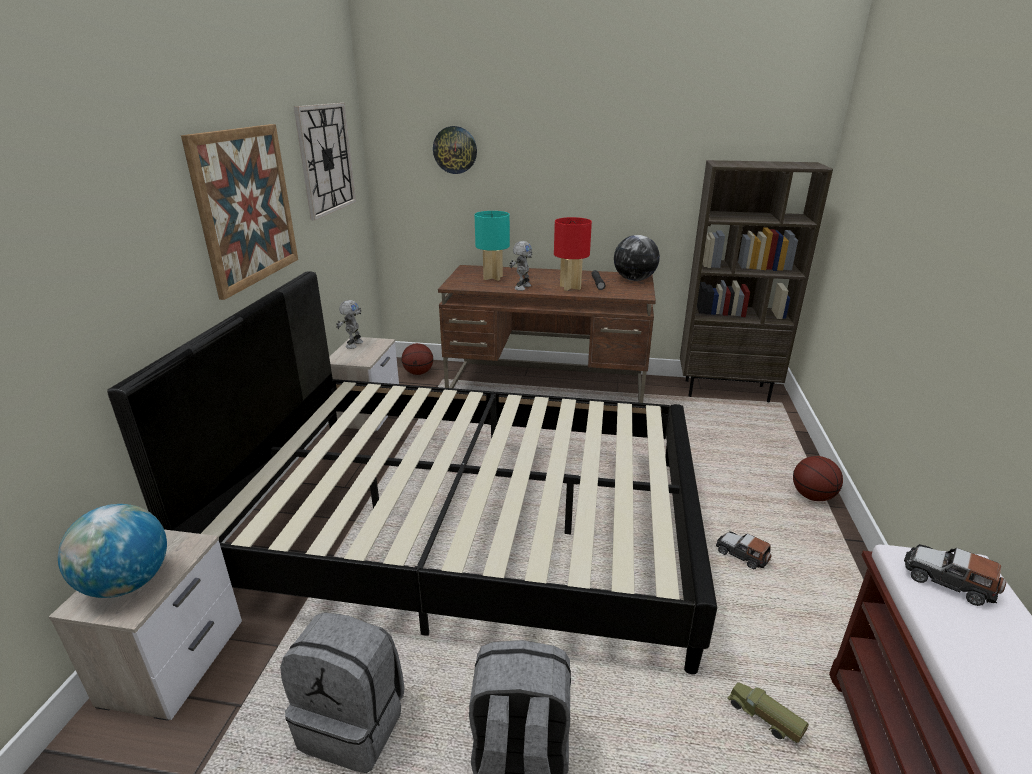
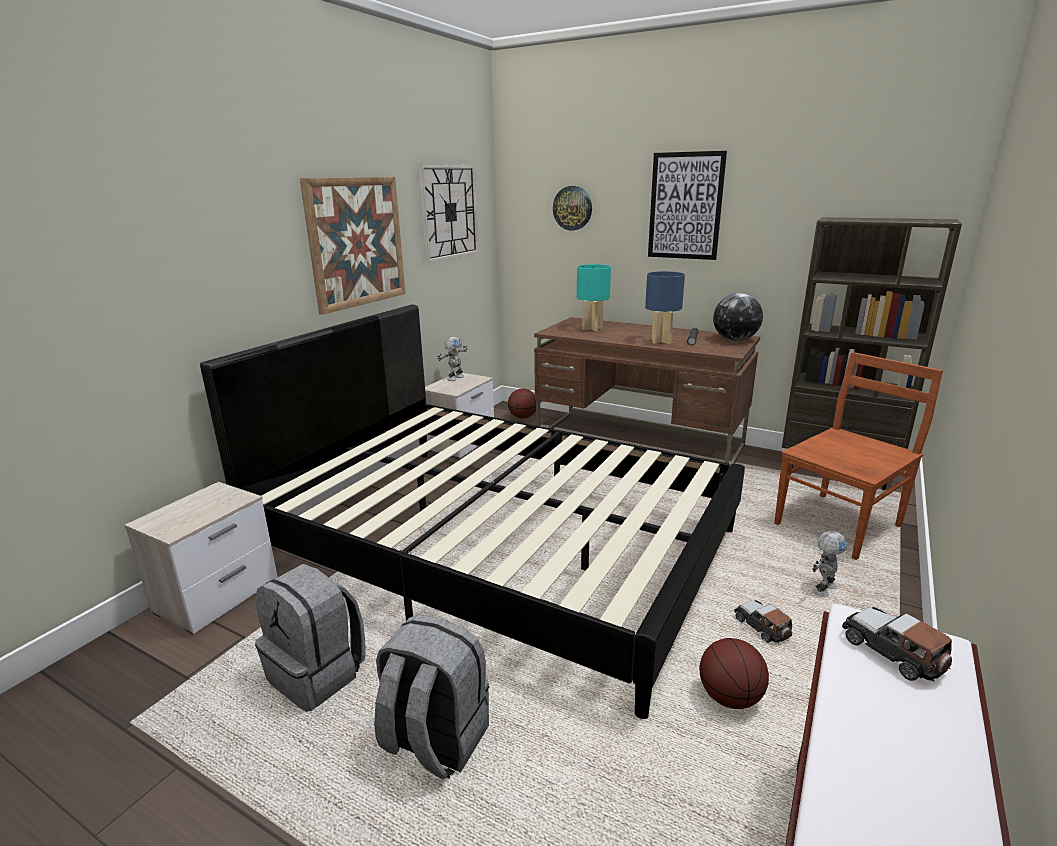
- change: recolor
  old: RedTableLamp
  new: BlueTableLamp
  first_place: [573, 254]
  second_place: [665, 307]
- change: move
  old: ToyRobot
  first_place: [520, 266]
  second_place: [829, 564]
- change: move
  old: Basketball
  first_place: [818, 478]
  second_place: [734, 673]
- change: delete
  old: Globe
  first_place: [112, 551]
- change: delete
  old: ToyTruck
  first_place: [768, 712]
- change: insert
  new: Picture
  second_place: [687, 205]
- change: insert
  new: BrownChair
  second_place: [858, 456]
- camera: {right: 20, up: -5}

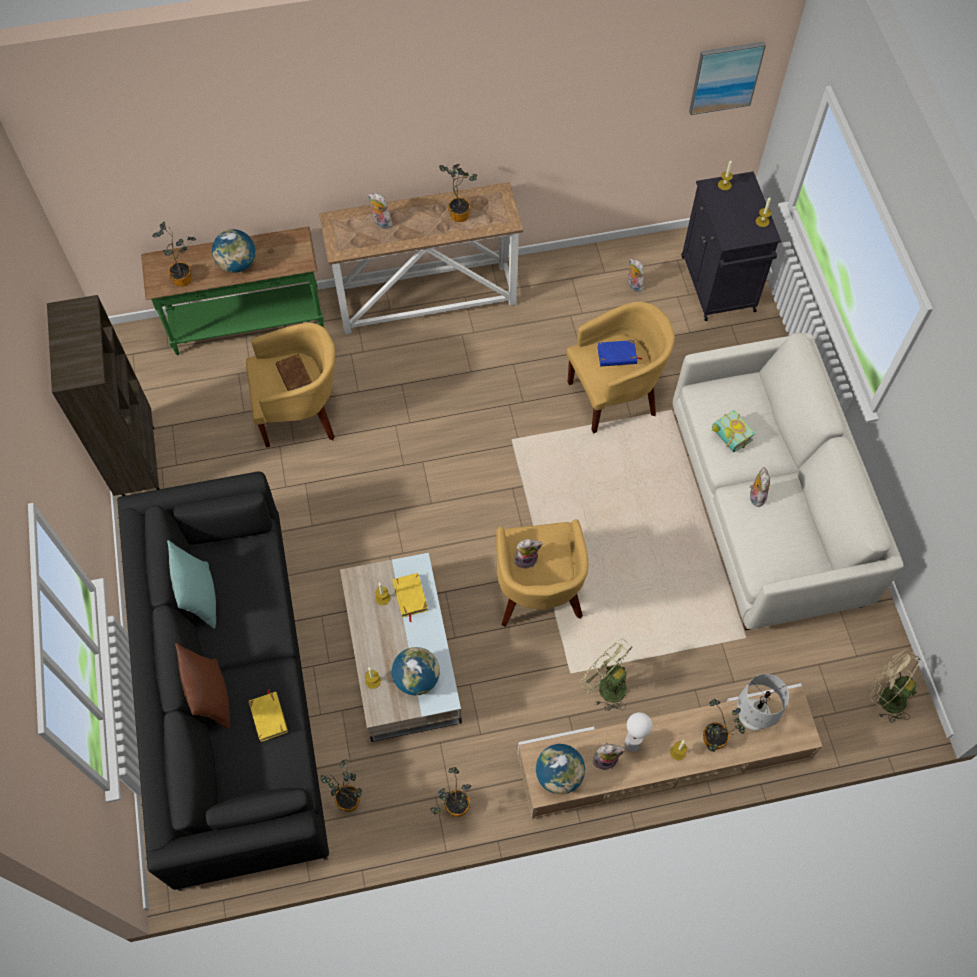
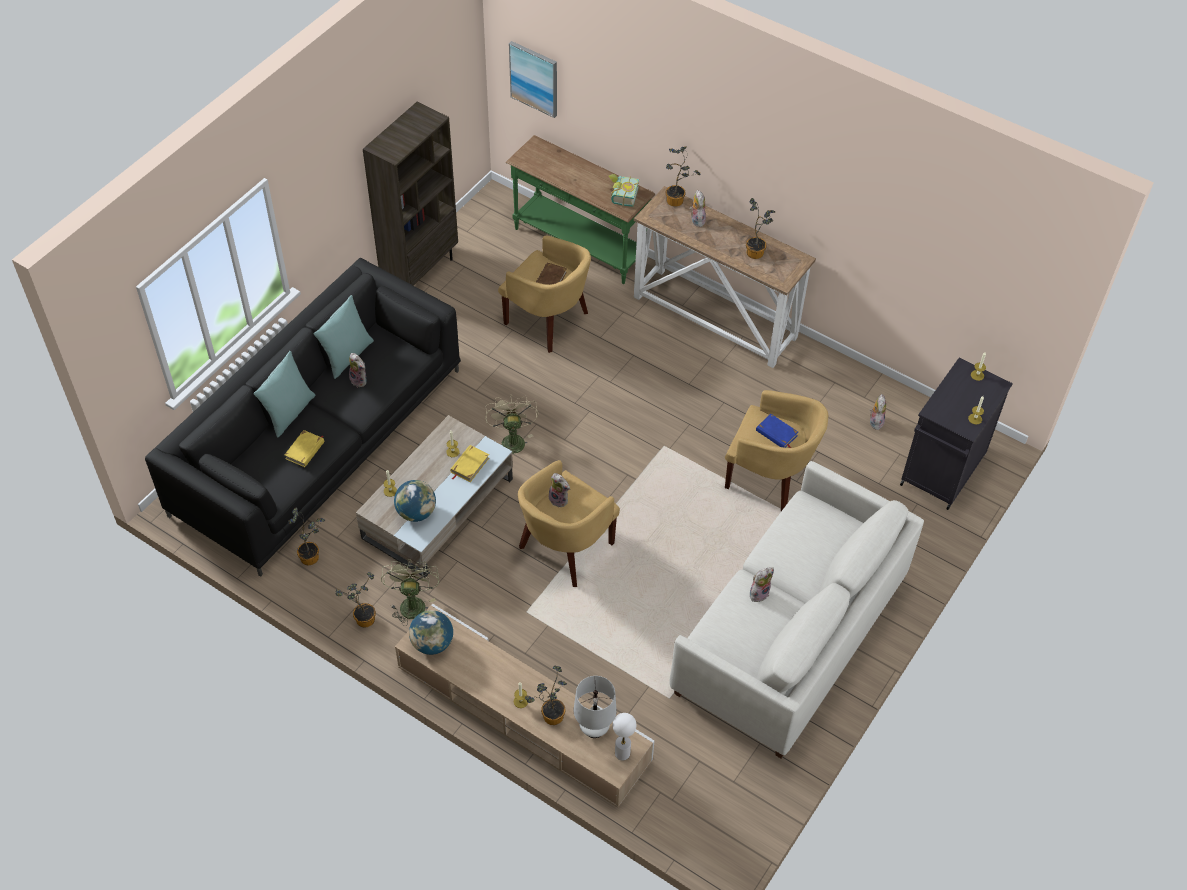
- change: move
  old: Picture
  first_place: [727, 78]
  second_place: [533, 79]
- change: move
  old: PottedPlant
  first_place: [174, 254]
  second_place: [682, 176]
- change: delete
  old: Globe
  first_place: [234, 251]
- change: move
  old: Book
  first_place: [733, 431]
  second_place: [624, 190]
- change: move
  old: GreenFan
  first_place: [606, 675]
  second_place: [410, 592]
- change: recolor
  old: BrownPillow
  new: TurquoisePillow
  first_place: [202, 686]
  second_place: [284, 394]
- change: move
  old: BeigeFan
  first_place: [895, 686]
  second_place: [512, 425]
- change: move
  old: WhiteTableLamp
  first_place: [638, 732]
  second_place: [624, 736]
- change: move
  old: PlushToy
  first_place: [609, 756]
  second_place: [358, 370]
- camera: {right: 45, up: -10}

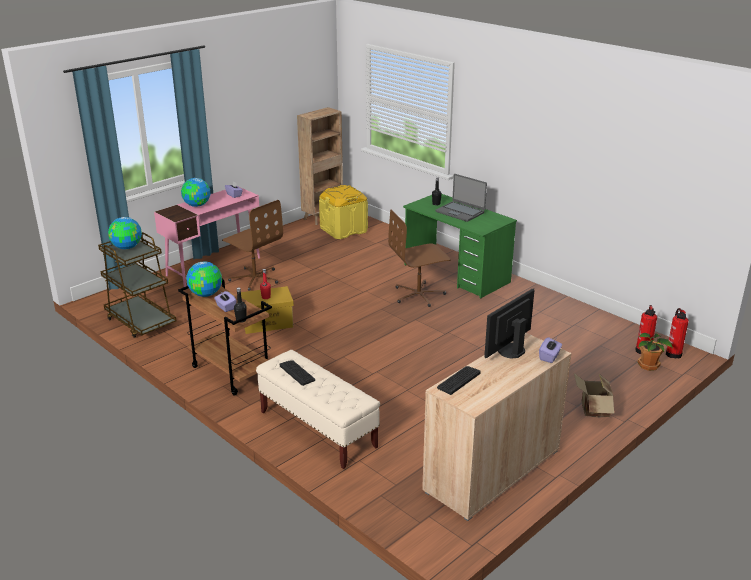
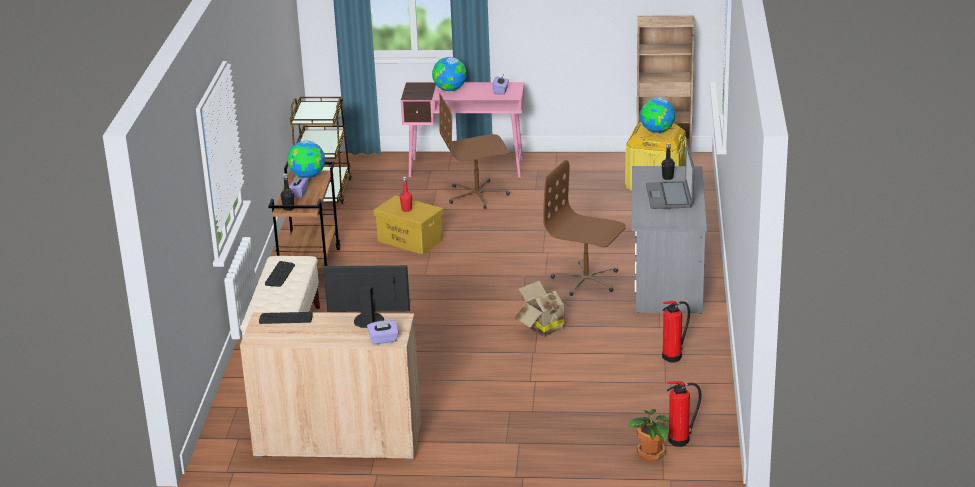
- change: recolor
  old: GreenDesk
  new: GreyDesk
  first_place: [460, 246]
  second_place: [669, 239]
- change: rotate
  old: BrownOfficeChair
  first_place: [252, 245]
  second_place: [474, 151]
  degrees: 75
- change: move
  old: Globe
  first_place: [125, 233]
  second_place: [657, 115]
- change: move
  old: FireExtinguisher
  first_place: [677, 333]
  second_place: [676, 331]
- change: move
  old: CardboardBox
  first_place: [594, 395]
  second_place: [544, 309]
- camera: {right: 50, up: 0}

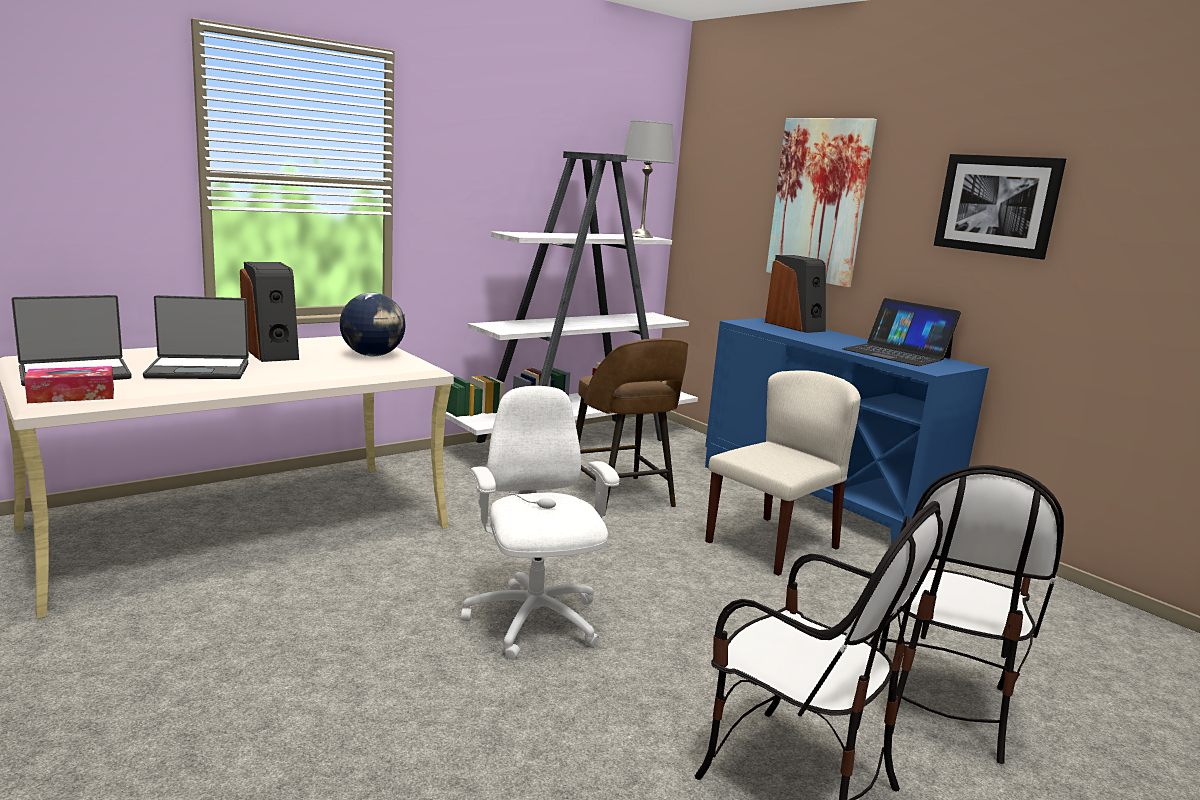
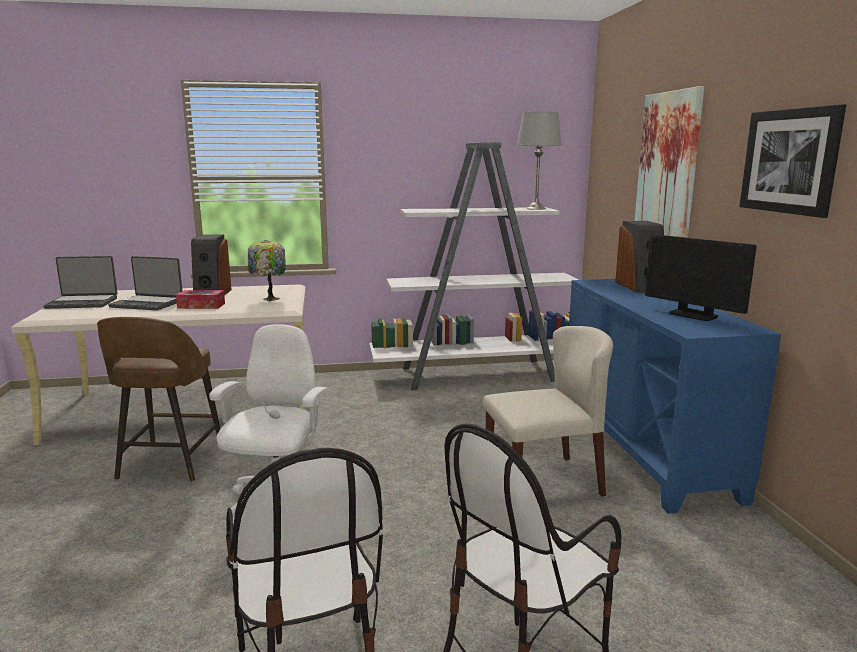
- change: replace
  old: Globe
  new: TableLamp
  first_place: [373, 324]
  second_place: [267, 270]
- change: replace
  old: Laptop
  new: Monitor
  first_place: [901, 332]
  second_place: [701, 277]
- change: move
  old: BrownStool
  first_place: [632, 427]
  second_place: [158, 399]
- change: move
  old: TissueBox
  first_place: [69, 384]
  second_place: [200, 299]
- camera: {right: 30, up: 0}

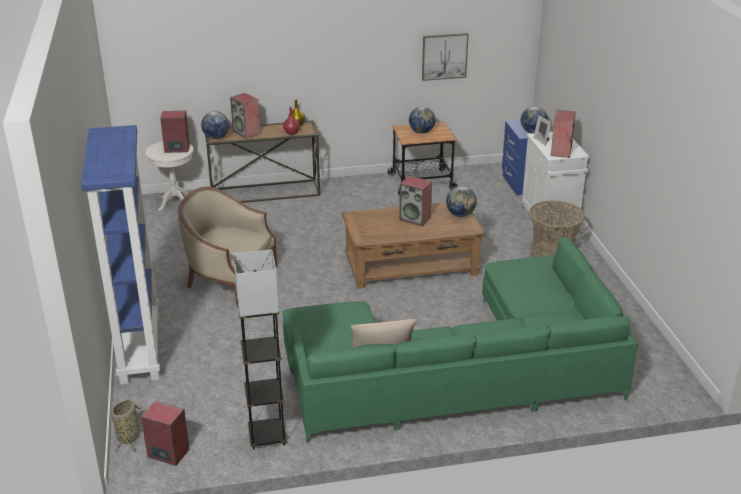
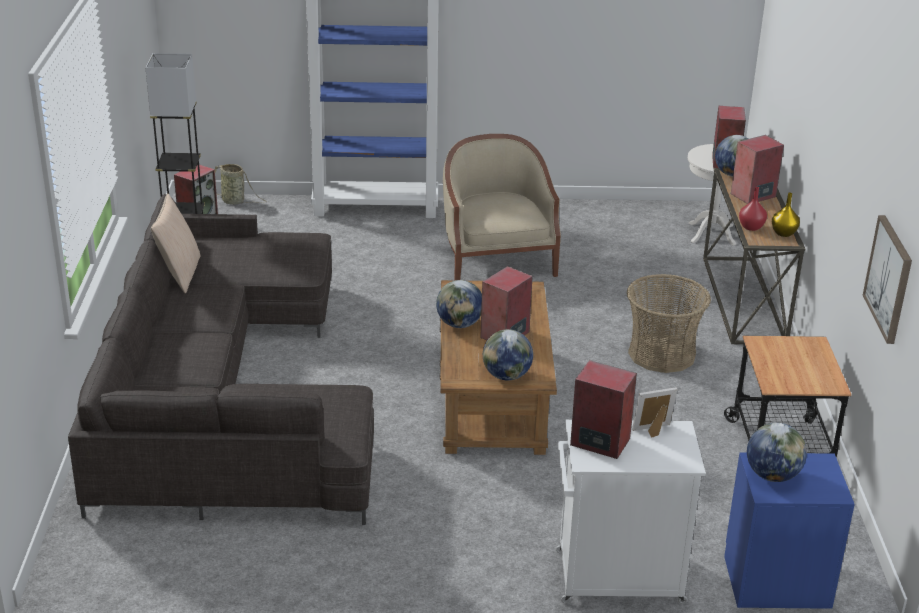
- change: move
  old: Globe
  first_place: [422, 120]
  second_place: [459, 304]
- change: rotate
  old: BeigeArmchair
  first_place: [227, 247]
  second_place: [502, 207]
  degrees: -45
- change: move
  old: Basket
  first_place: [557, 228]
  second_place: [669, 323]
- change: recolor
  old: GreenSofa
  new: GreySofa
  first_place: [460, 340]
  second_place: [221, 359]
- camera: {right: 100, up: 0}

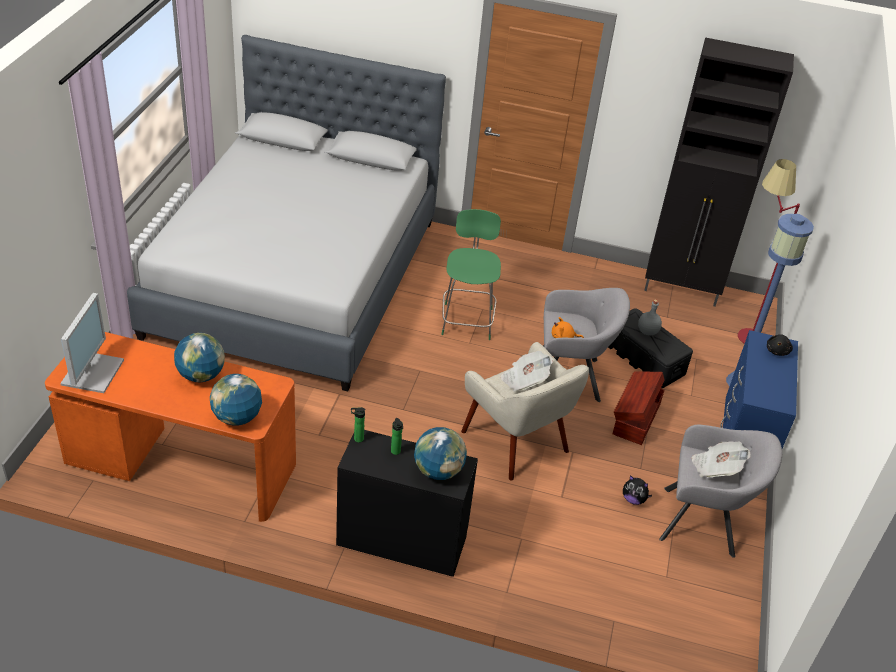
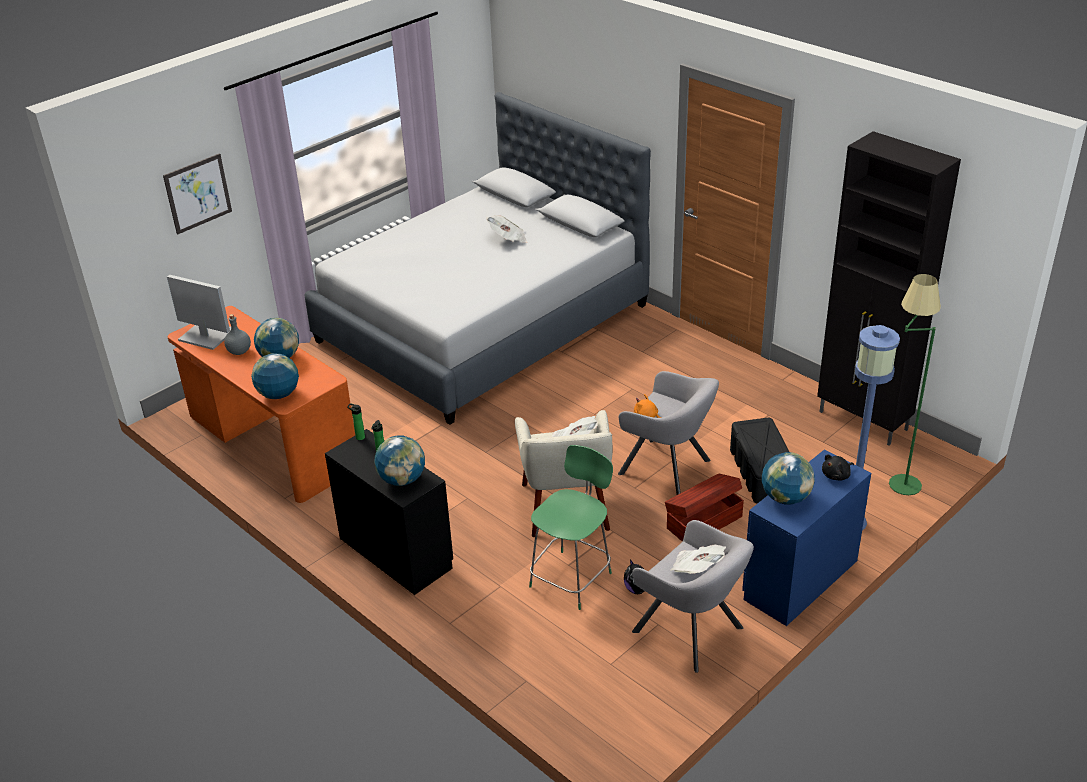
- change: recolor
  old: RedFloorLamp
  new: GreenFloorLamp
  first_place: [769, 251]
  second_place: [915, 384]
- change: move
  old: GreenChair
  first_place: [471, 274]
  second_place: [571, 527]
- change: rotate
  old: Monitor
  first_place: [92, 343]
  second_place: [199, 312]
  degrees: -105
- change: move
  old: GreyBottle
  first_place: [650, 317]
  second_place: [237, 334]
- change: insert
  new: Picture
  second_place: [197, 193]
- change: insert
  new: Newspaper
  second_place: [506, 229]
- change: insert
  new: Globe
  second_place: [788, 478]
- camera: {right: 35, up: -5}

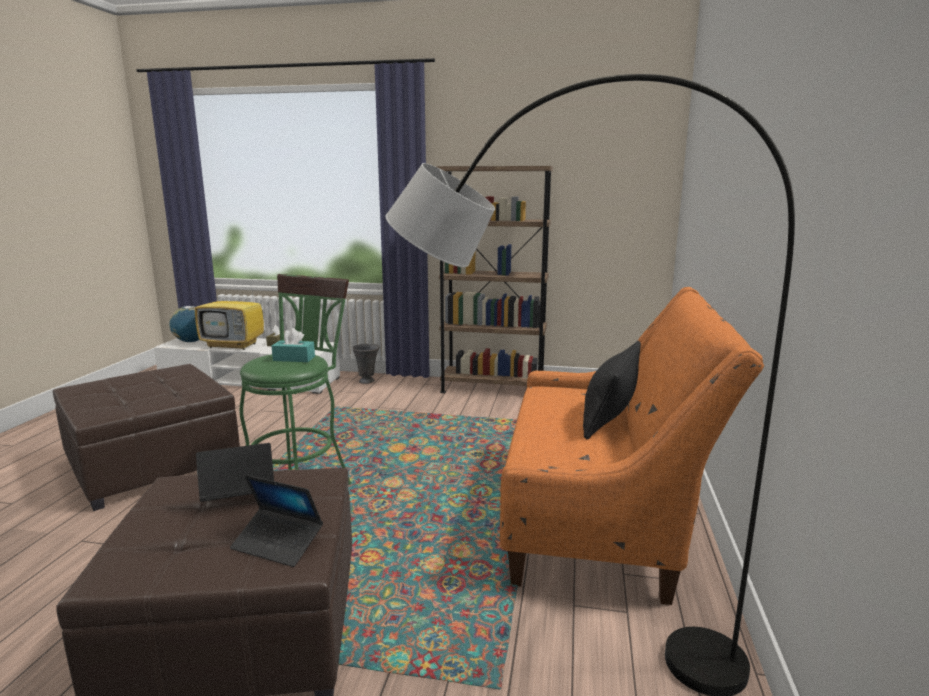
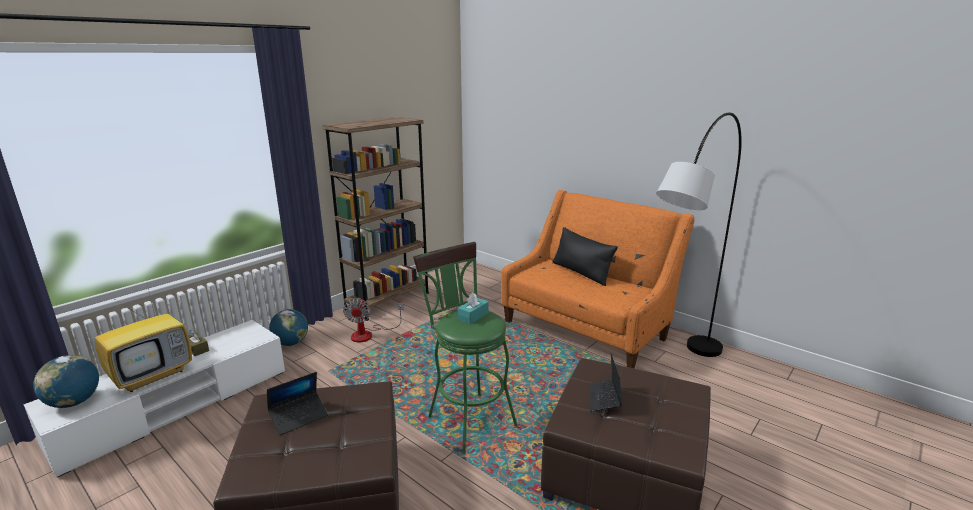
- change: replace
  old: GreyVase
  new: Globe
  first_place: [365, 364]
  second_place: [288, 327]
- change: move
  old: Laptop
  first_place: [276, 521]
  second_place: [297, 403]
- change: insert
  new: Fan
  second_place: [373, 320]
- camera: {right: -60, up: 5}

